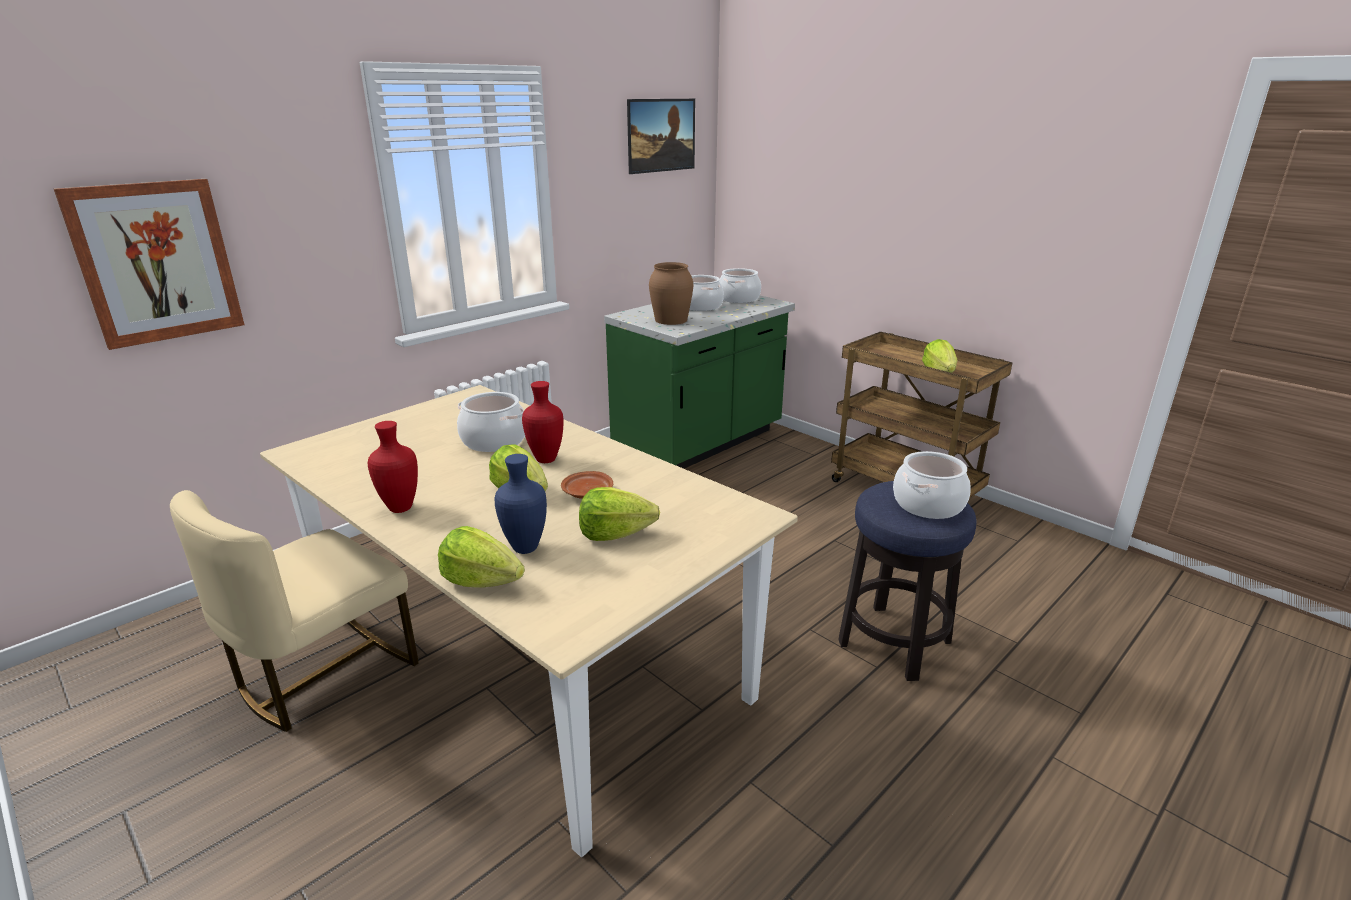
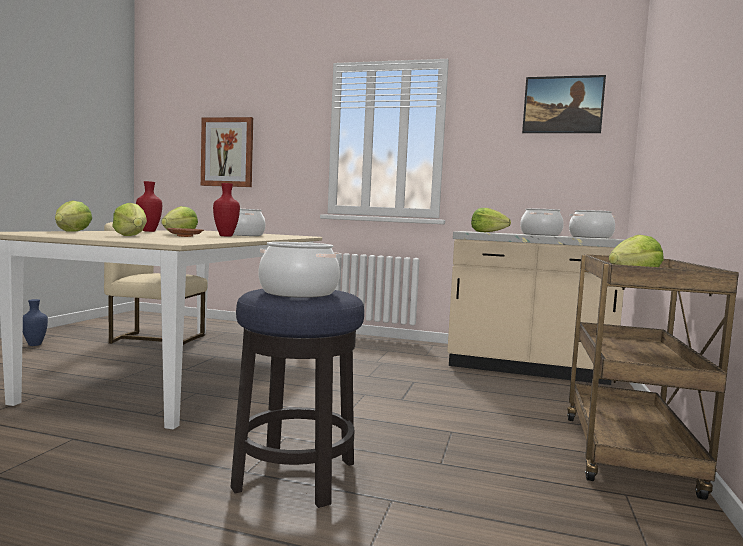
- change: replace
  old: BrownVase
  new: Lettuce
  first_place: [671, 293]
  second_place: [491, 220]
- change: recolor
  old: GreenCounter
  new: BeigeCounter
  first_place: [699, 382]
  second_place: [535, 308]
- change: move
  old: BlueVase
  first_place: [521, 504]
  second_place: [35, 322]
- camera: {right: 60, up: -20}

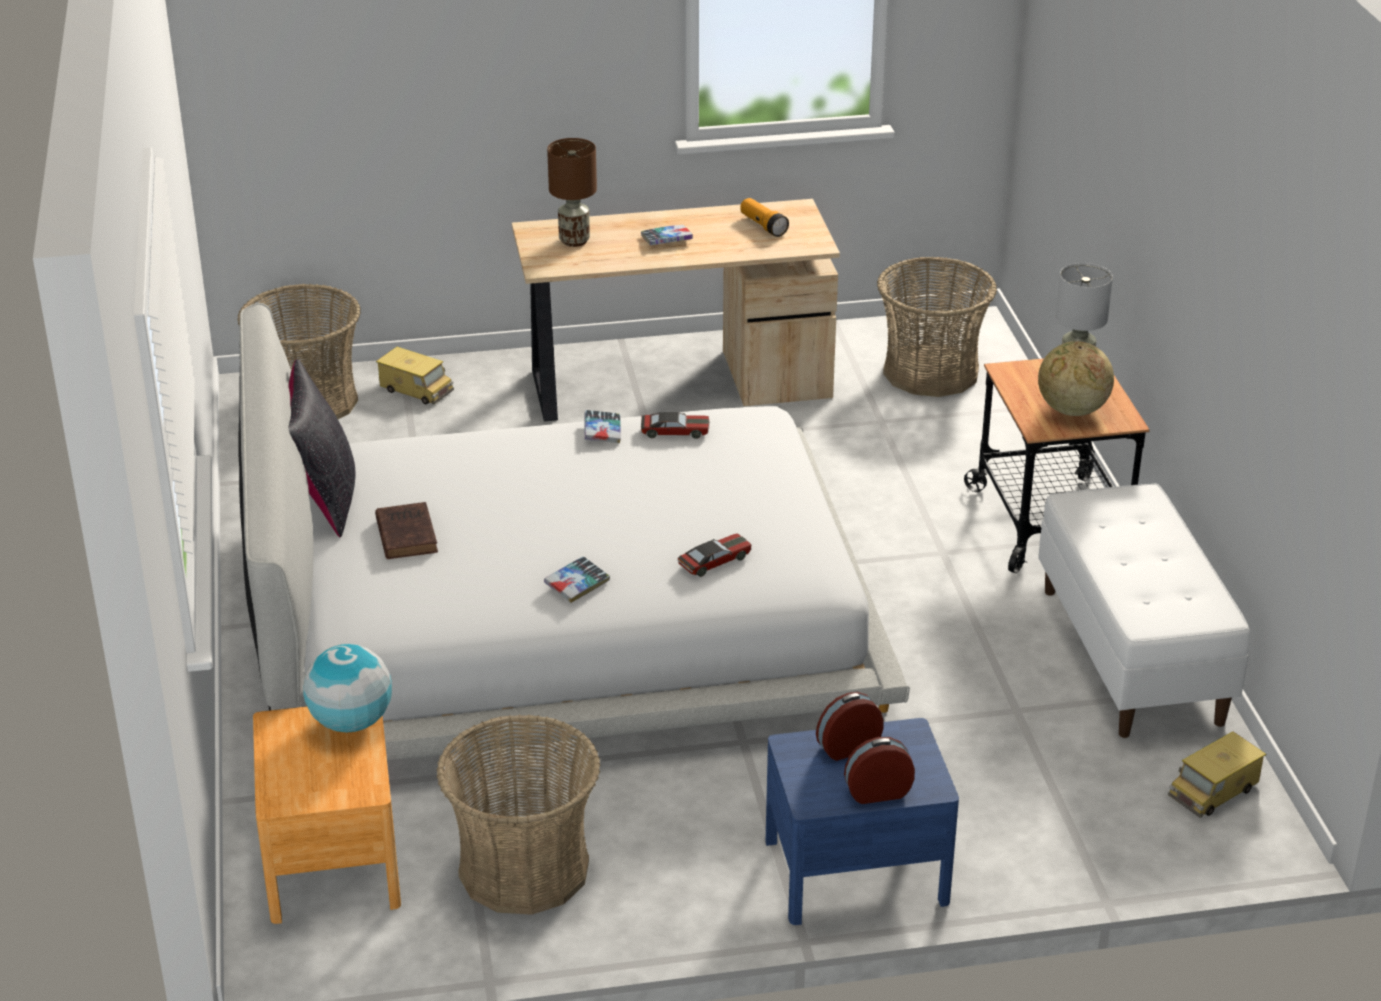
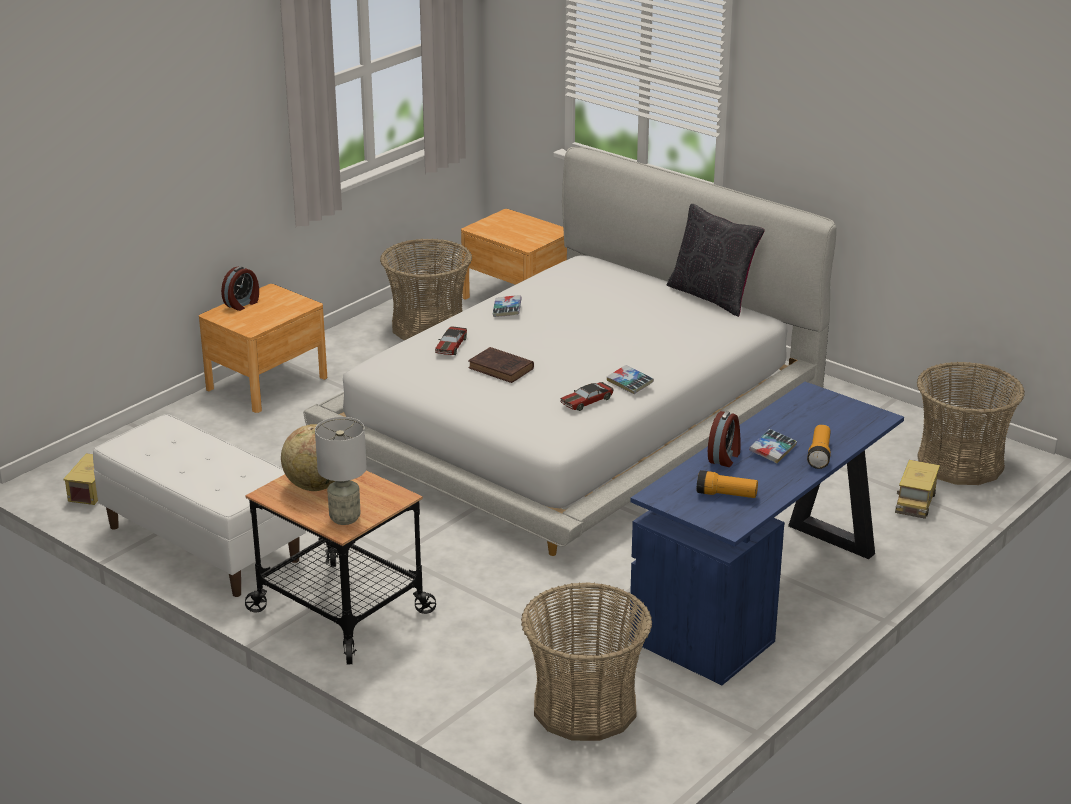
- change: delete
  old: BrownTableLamp
  first_place: [572, 192]
- change: recolor
  old: BeigeDesk
  new: BlueDesk
  first_place: [676, 310]
  second_place: [766, 533]
- change: rotate
  old: ToyTruck
  first_place: [415, 376]
  second_place: [917, 489]
  degrees: -60
- change: move
  old: BrownBook
  first_place: [406, 530]
  second_place: [501, 365]
- change: delete
  old: Globe
  first_place: [347, 688]
- change: move
  old: AlarmClock
  first_place: [850, 726]
  second_place: [724, 439]
- change: recolor
  old: BlueNightstand
  new: BrownNightstand
  first_place: [862, 821]
  second_place: [263, 348]
- change: insert
  new: Flashlight
  second_place: [819, 447]
- camera: {right: 140, up: -5}

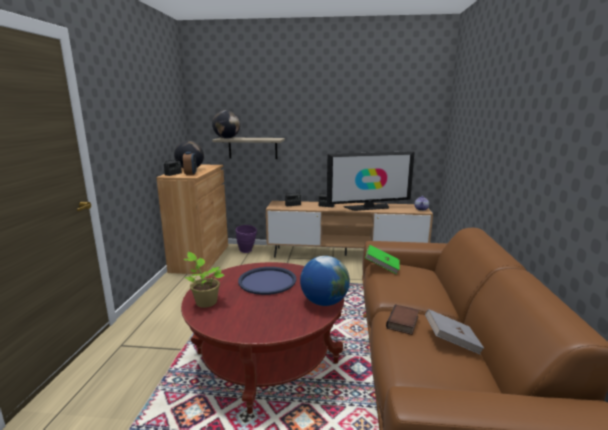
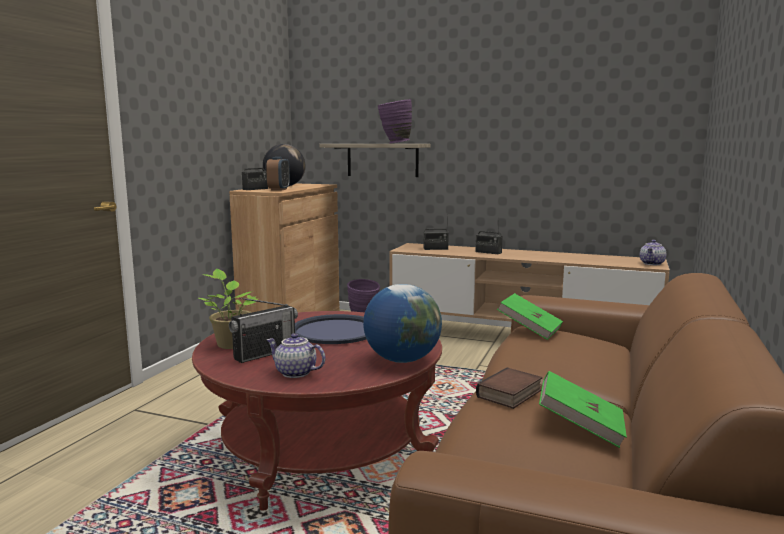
- change: delete
  old: Globe
  first_place: [226, 124]
- change: delete
  old: Television
  first_place: [371, 181]
- change: recolor
  old: GreyBook
  new: GreenBook
  first_place: [455, 332]
  second_place: [583, 409]
- change: insert
  new: PurpleVase
  second_place: [395, 121]
- change: insert
  new: Radio
  second_place: [263, 330]
- change: insert
  new: Teapot
  second_place: [296, 355]
- camera: {right: 15, up: -5}

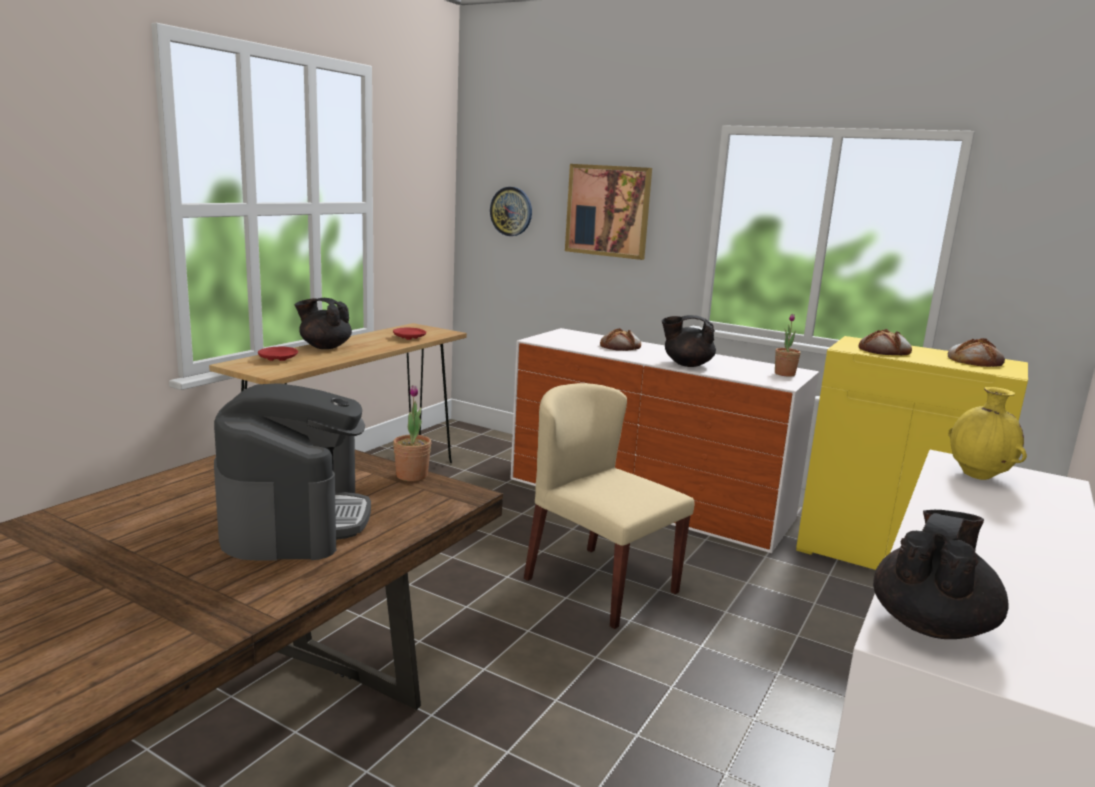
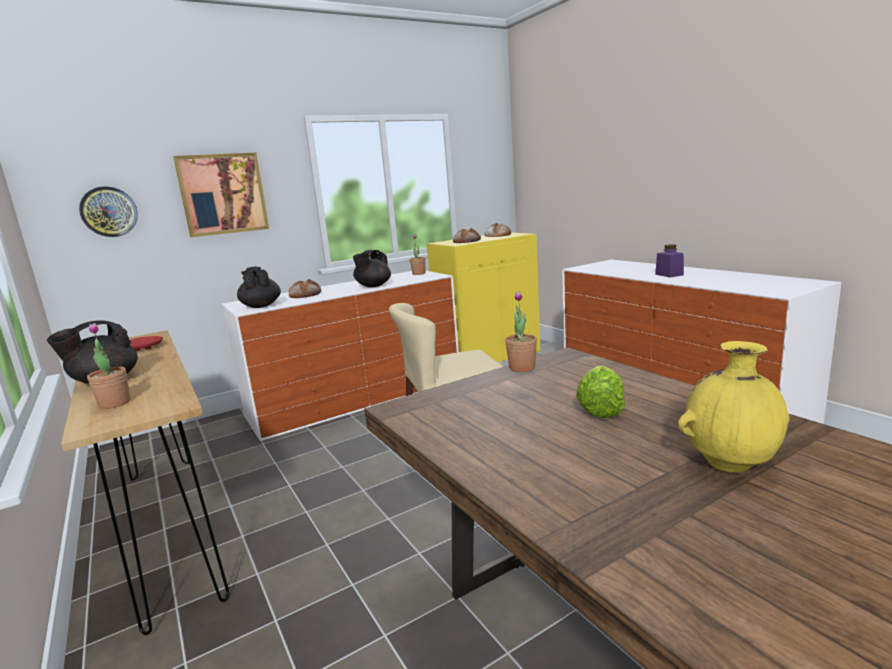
- change: replace
  old: RedPlate
  new: PottedPlant
  first_place: [278, 354]
  second_place: [108, 366]
- change: replace
  old: CoffeeMachine
  new: Lettuce
  first_place: [292, 471]
  second_place: [600, 391]
- change: move
  old: YellowVase
  first_place: [987, 433]
  second_place: [734, 406]
- change: move
  old: BlackTeapot
  first_place: [940, 574]
  second_place: [259, 287]
- change: insert
  new: PurpleJar
  second_place: [669, 260]
- camera: {right: -60, up: 0}

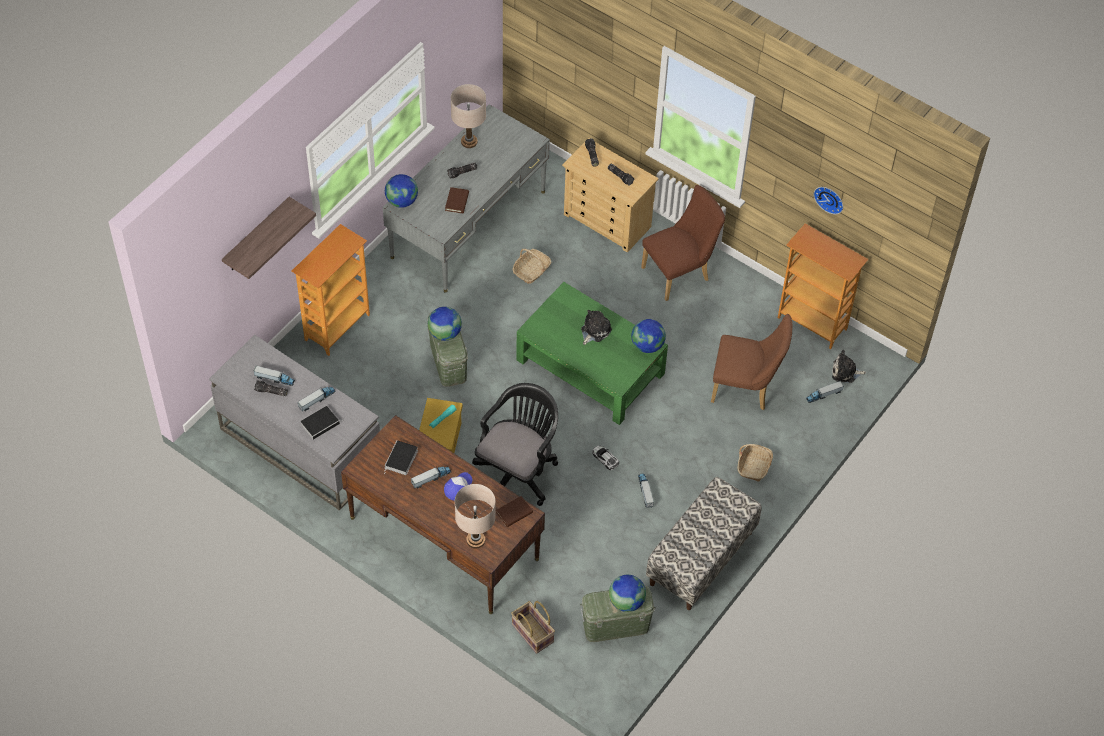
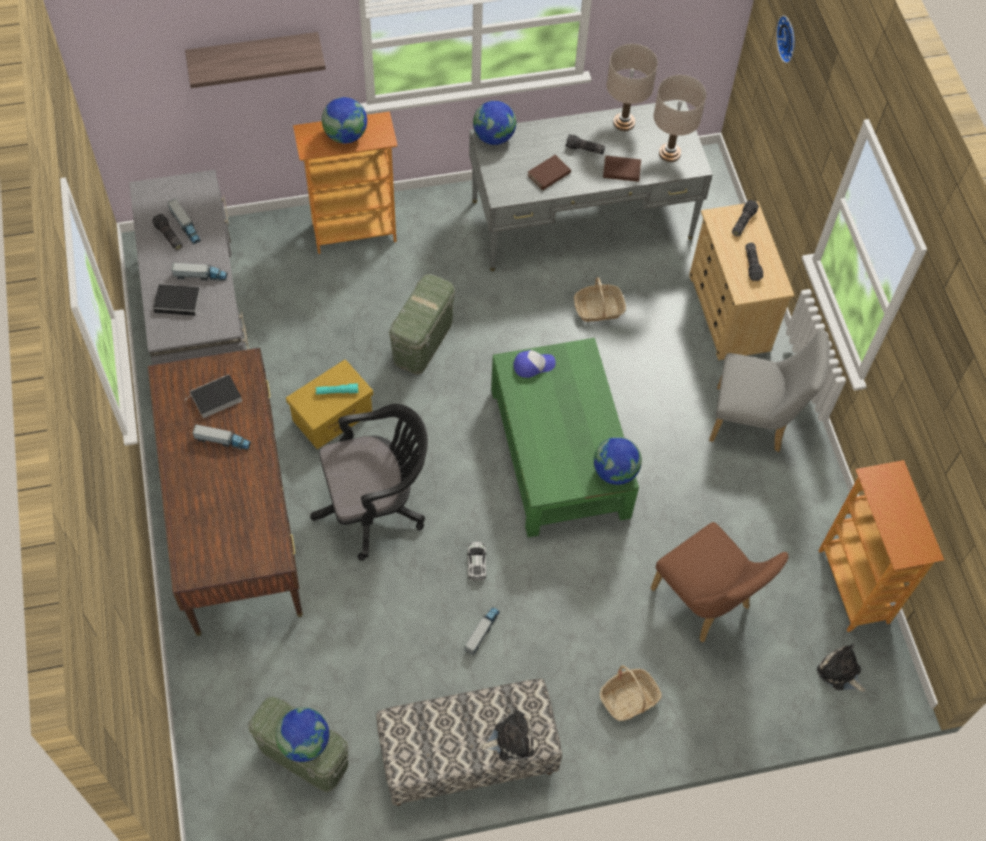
- change: recolor
  old: BrownChair
  new: GreyChair
  first_place: [683, 243]
  second_place: [769, 390]
- change: move
  old: WallClock
  first_place: [828, 200]
  second_place: [785, 39]
- change: move
  old: Globe
  first_place: [445, 324]
  second_place: [344, 120]
- change: move
  old: PlushToy
  first_place: [596, 327]
  second_place: [507, 735]
- change: delete
  old: ToyTruck
  first_place: [825, 392]
- change: move
  old: Cap
  first_place: [458, 486]
  second_place: [534, 364]
- change: move
  old: BeigeTableLamp
  first_place: [475, 516]
  second_place: [680, 118]
- change: move
  old: BrownBook
  first_place: [514, 511]
  second_place: [622, 169]
- change: delete
  old: Basket
  first_place: [533, 627]
- camera: {right: 40, up: 5}

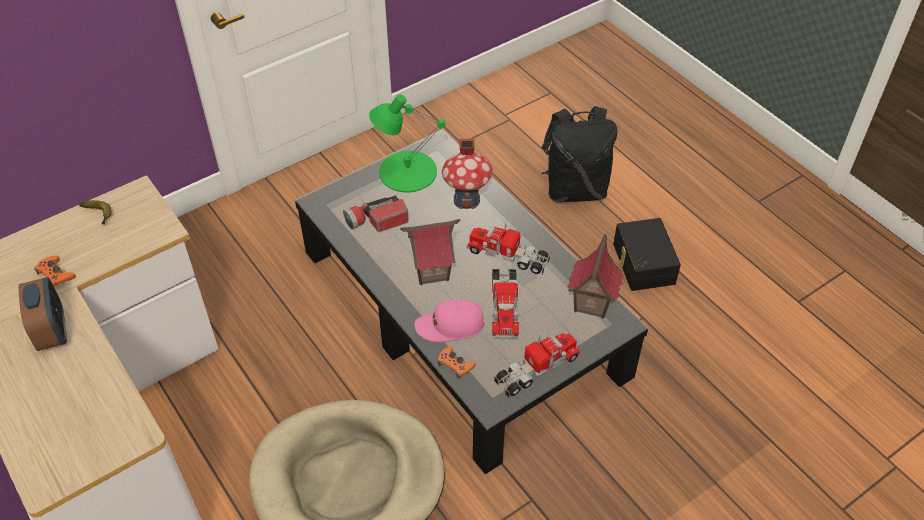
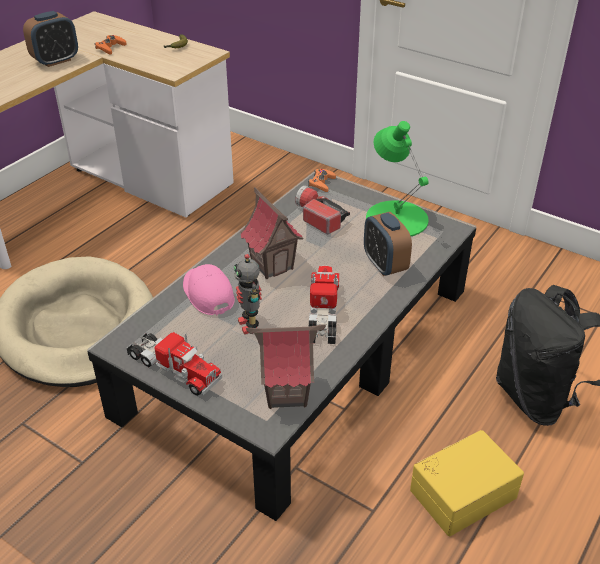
- change: replace
  old: ToyHouse
  new: AlarmClock
  first_place: [467, 174]
  second_place: [388, 244]
- change: recolor
  old: BlackStorageBox
  new: YellowStorageBox
  first_place: [647, 254]
  second_place: [467, 483]
- change: replace
  old: ToyTruck
  new: ToyRobot
  first_place: [505, 303]
  second_place: [248, 294]
- change: move
  old: OrangeGameController
  first_place: [456, 362]
  second_place: [322, 180]
- camera: {right: 70, up: -10}

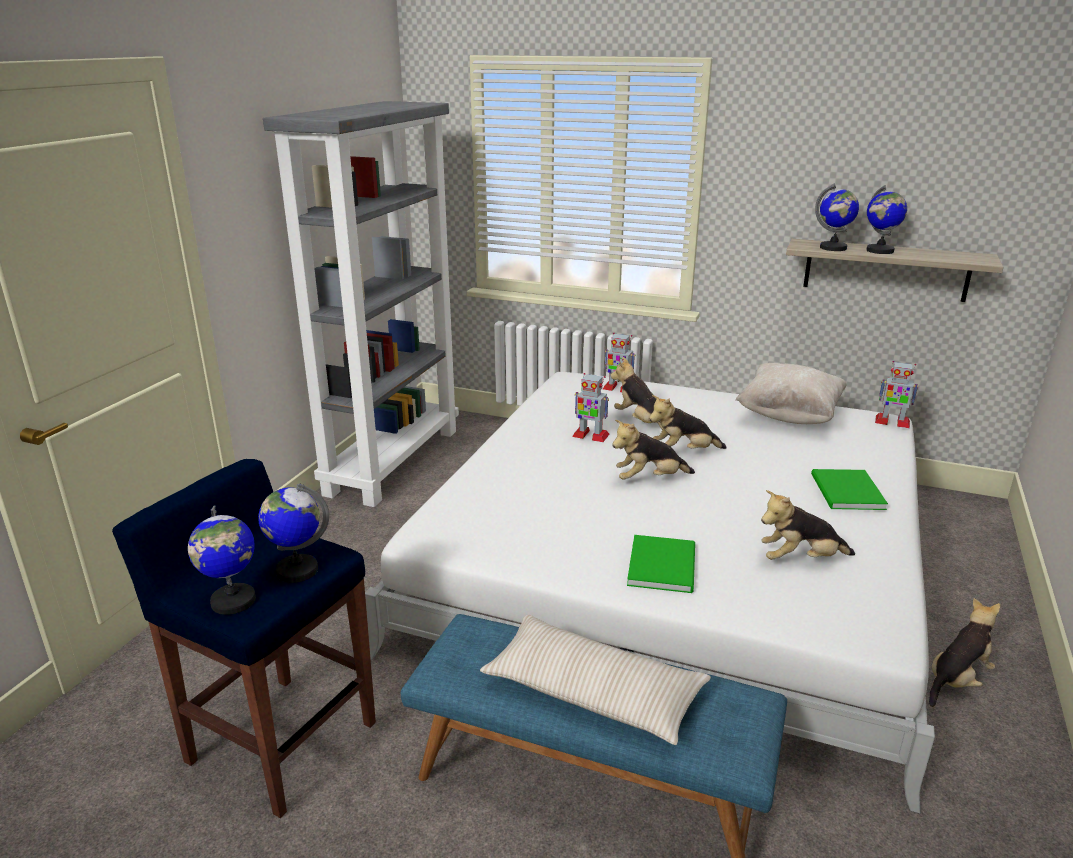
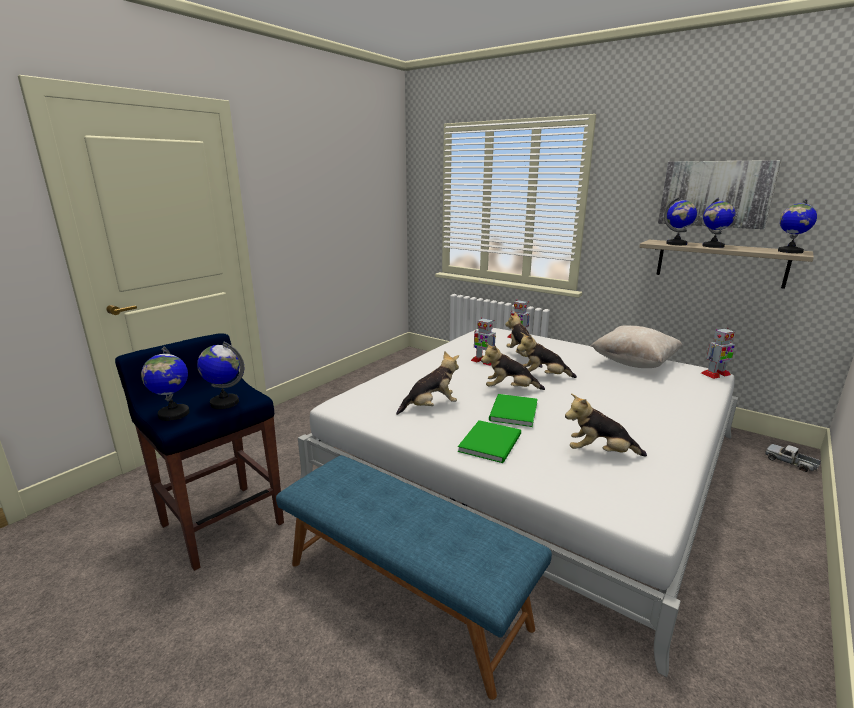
- change: delete
  old: GreyBookcase
  first_place: [361, 304]
- change: rotate
  old: ToyRobot
  first_place: [897, 394]
  second_place: [718, 353]
  degrees: -60
- change: move
  old: GreenBook
  first_place: [849, 489]
  second_place: [513, 410]
- change: move
  old: PlushToy
  first_place: [964, 652]
  second_place: [427, 383]
- change: delete
  old: BeigePillow
  first_place: [595, 680]
- change: insert
  new: Picture
  second_place: [719, 194]
- change: insert
  new: Globe
  second_place: [797, 226]
- change: insert
  new: ToyTruck
  second_place: [793, 458]
- camera: {right: 15, up: -5}

